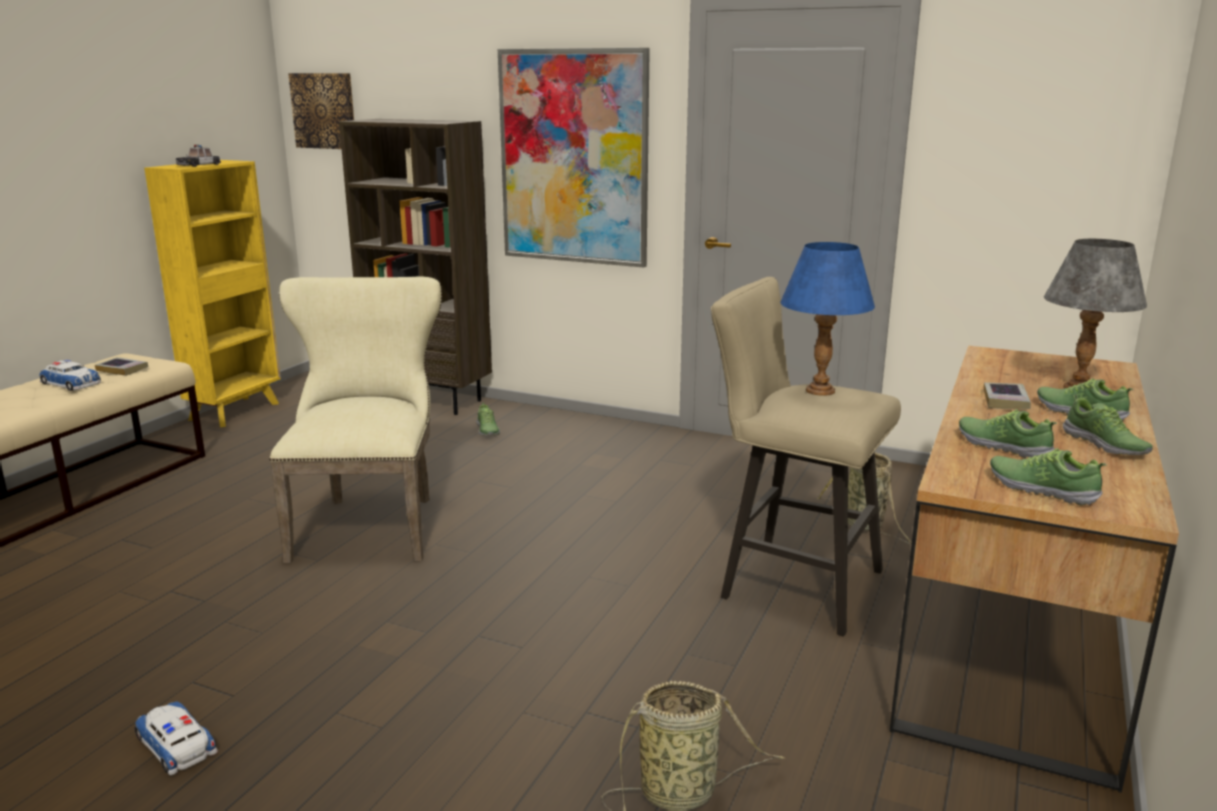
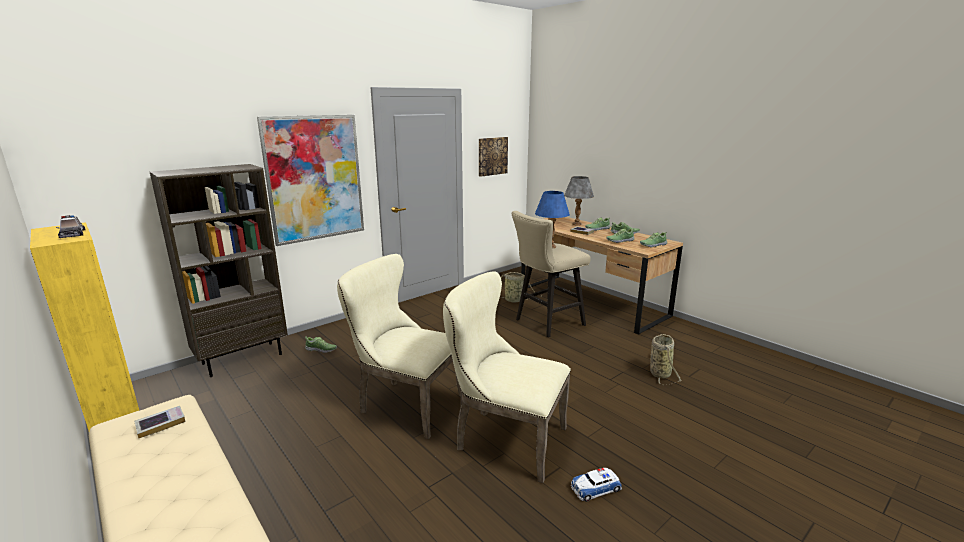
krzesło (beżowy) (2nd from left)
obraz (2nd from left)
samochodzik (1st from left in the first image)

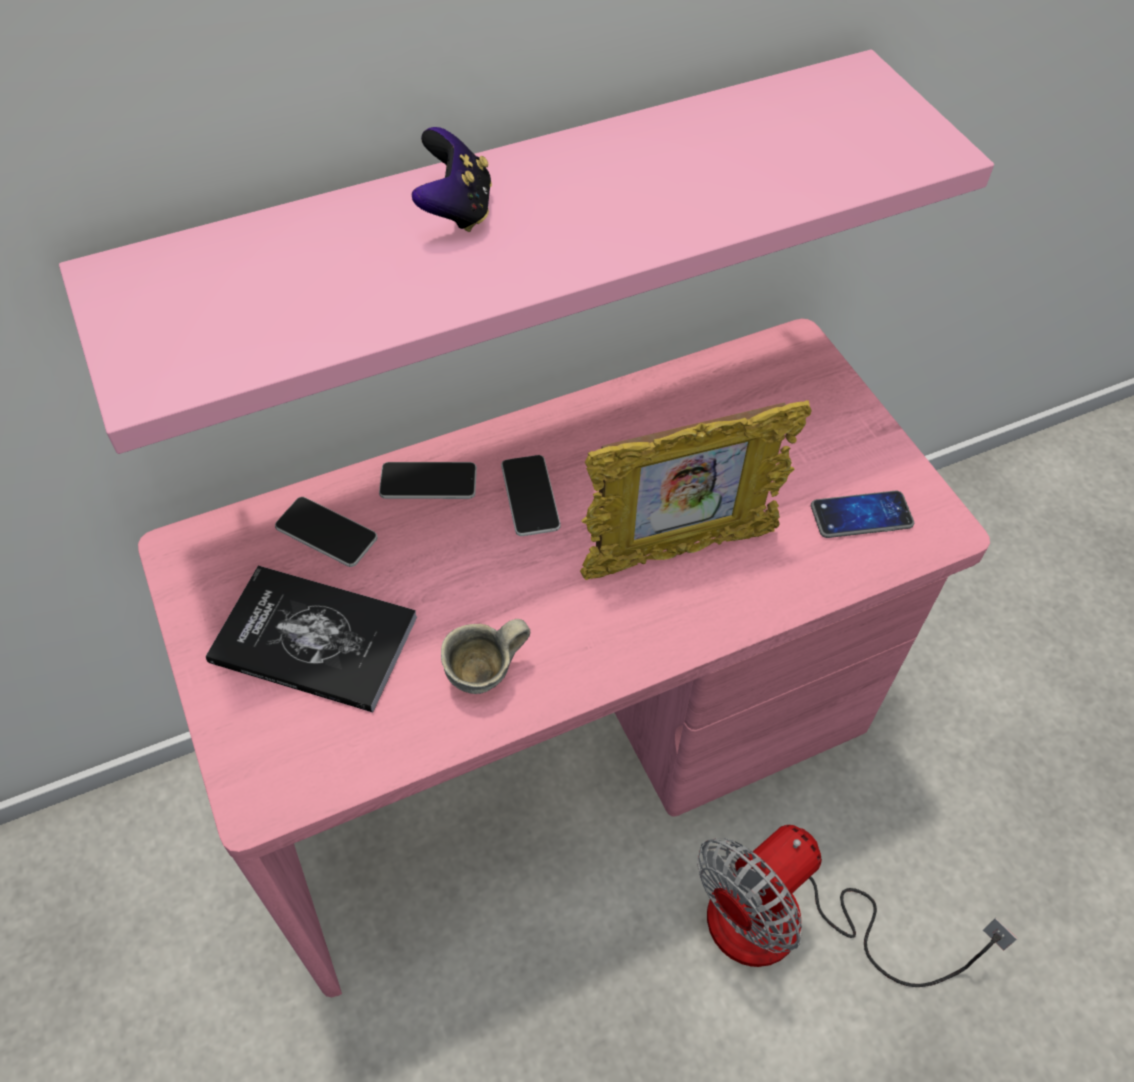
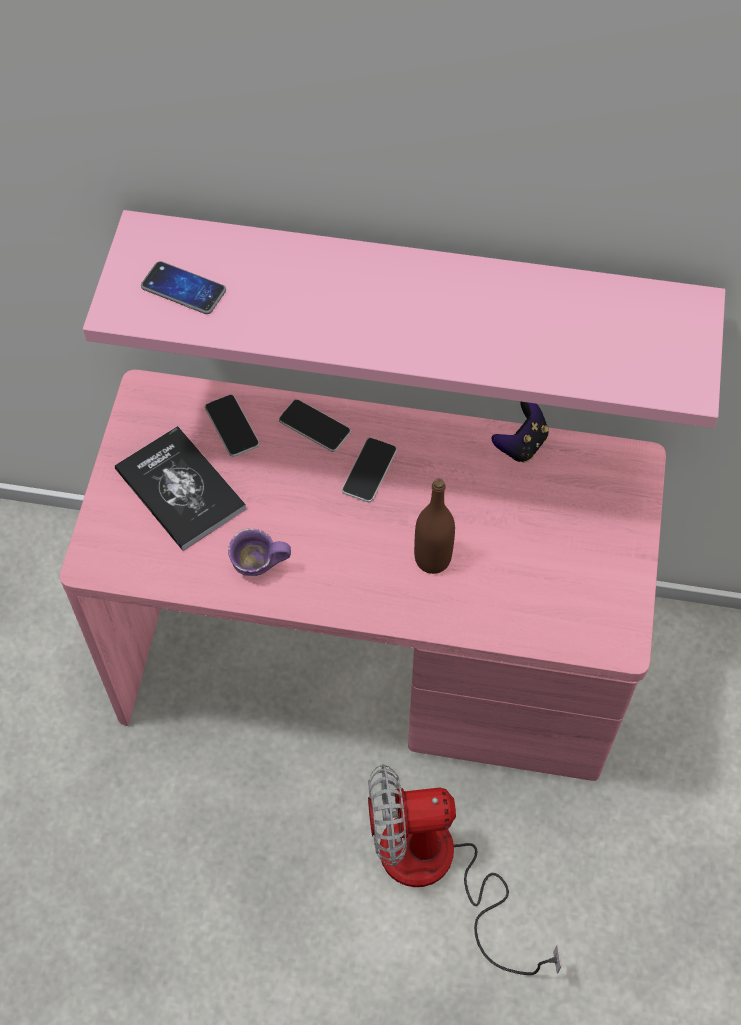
telefon (1st from left)
kubek (fioletowy)
butelka (brązowy)
pad do gier

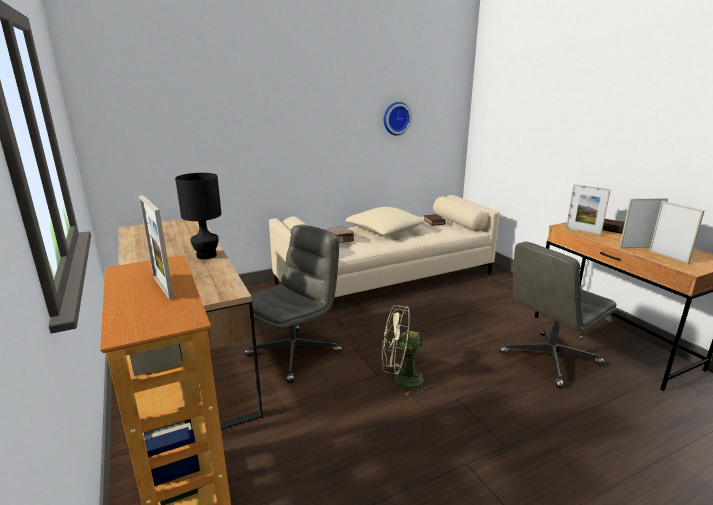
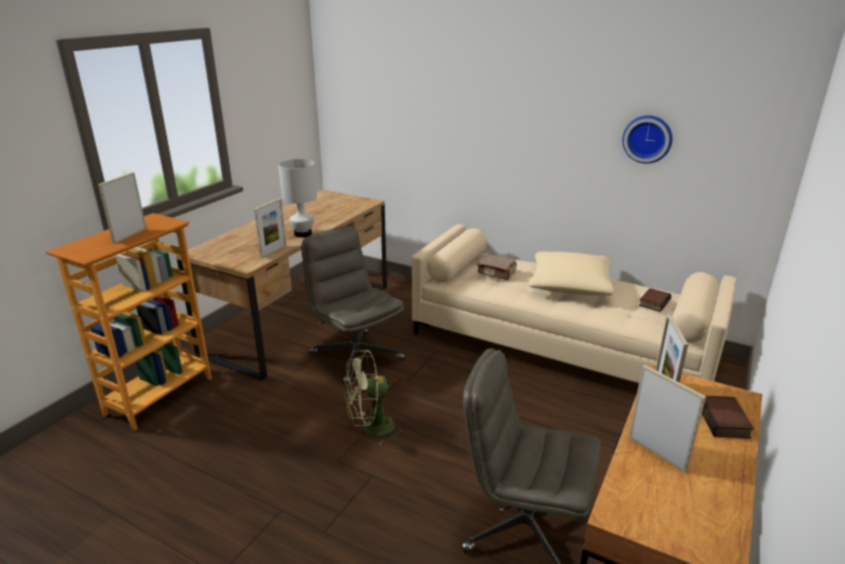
ramka na zdjęcie (2nd from left)
lampa stołowa (biały)
krzesło biurowe (szary) (1st from left)
wentylator (zielony)

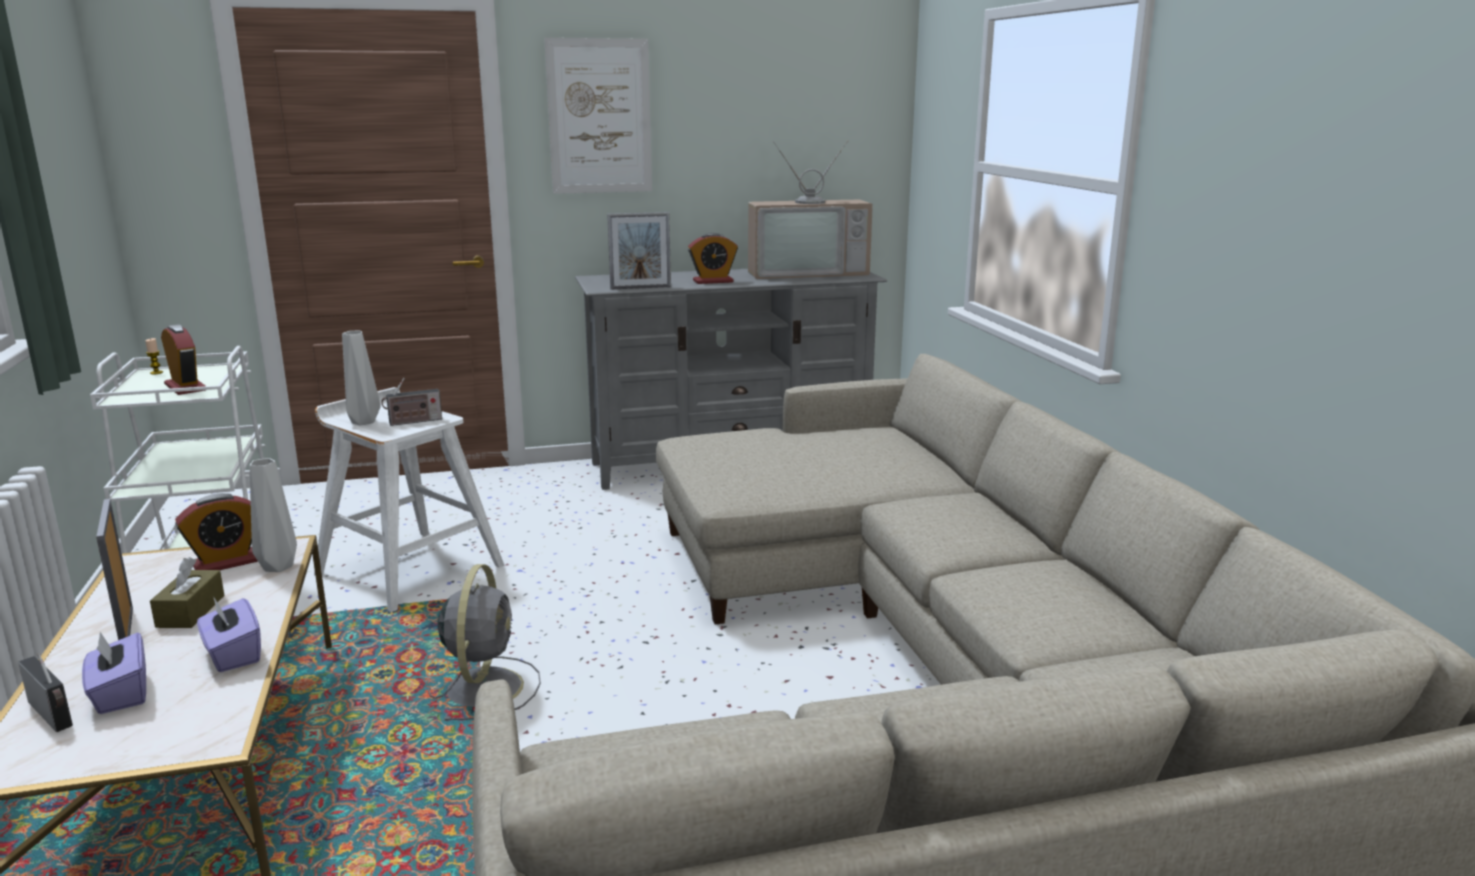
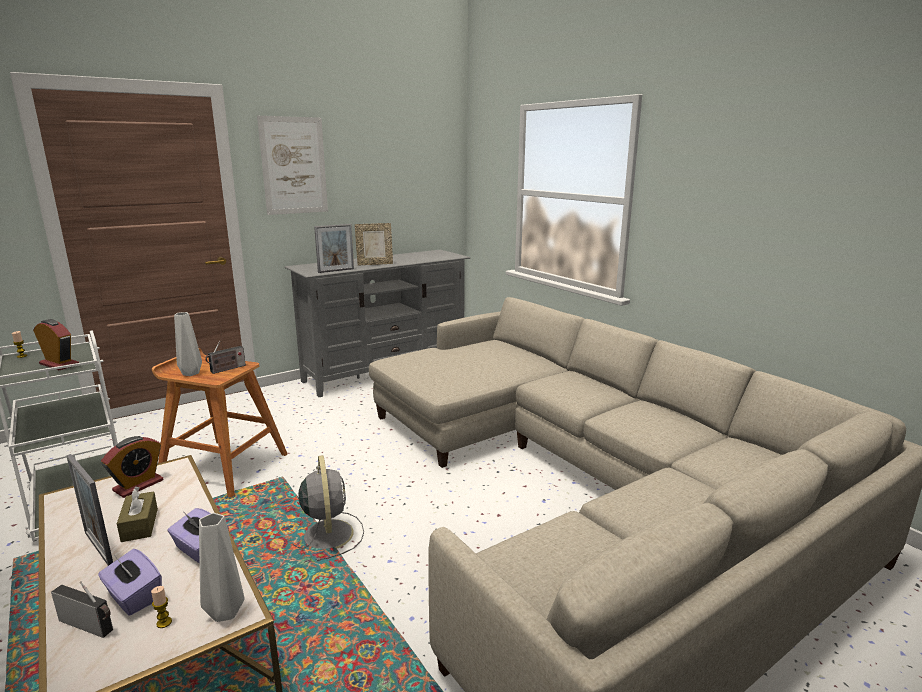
świeca (2nd from left)
stołek (brązowy)
wazon (szary) (2nd from left)
ramka na zdjęcie (3rd from left)
telewizor

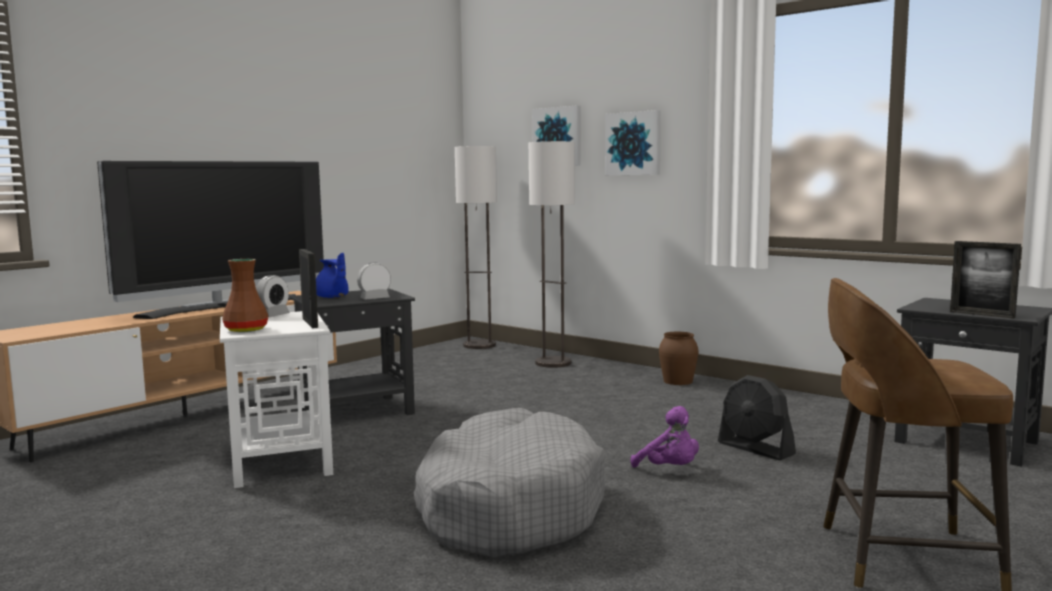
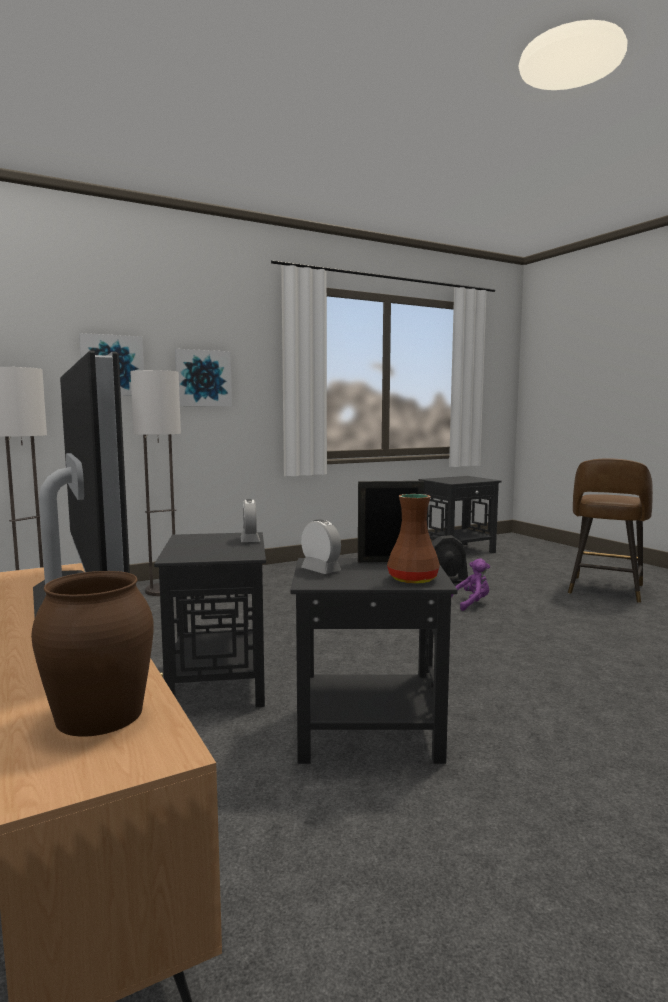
wazon (brązowy) (1st from left)
stolik (czarny) (2nd from left)
imbryk (niebieski)
legowisko (szary)
ramka na zdjęcie (2nd from left in the first image)

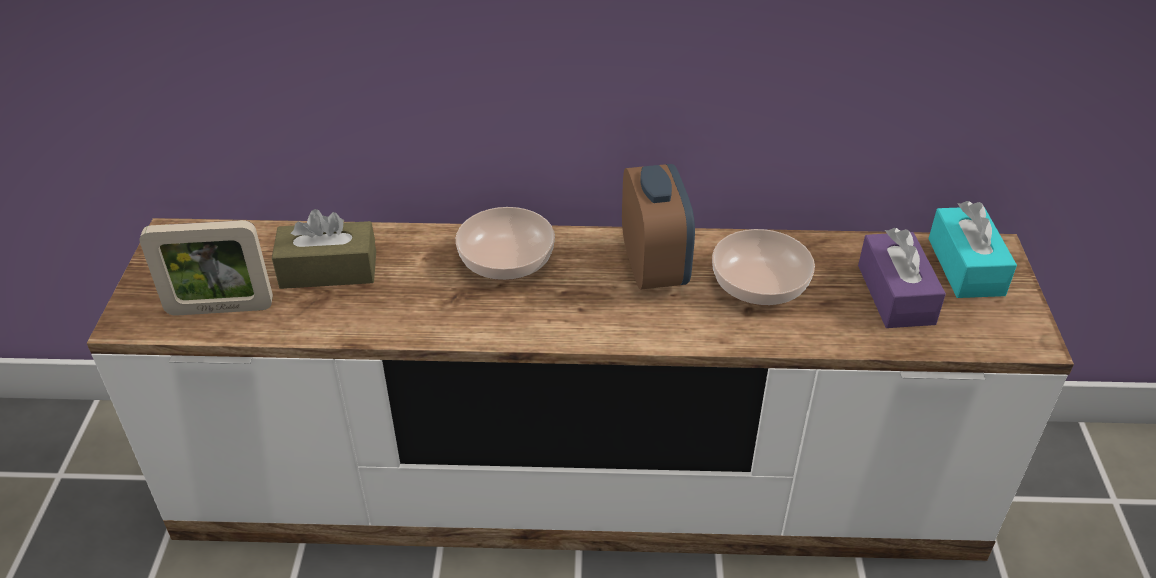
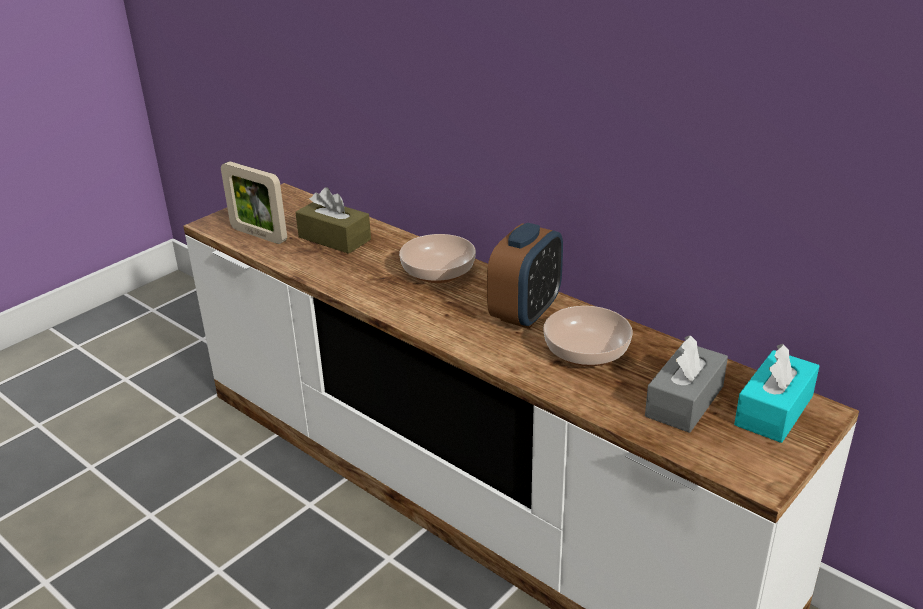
pudełko chusteczek (szary)

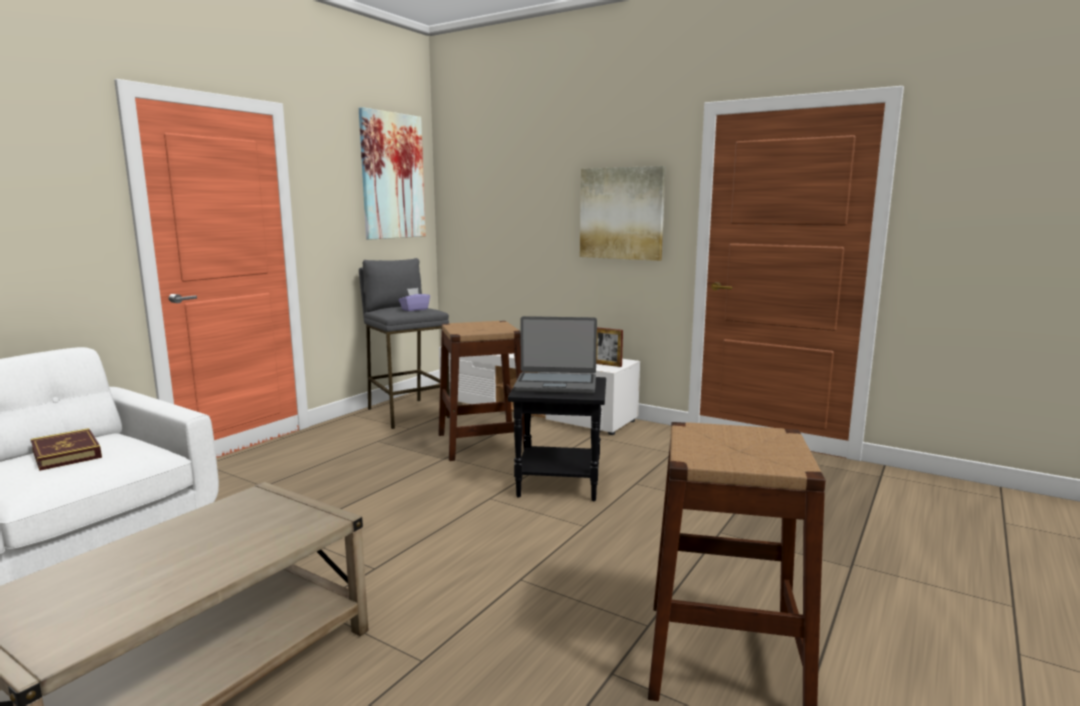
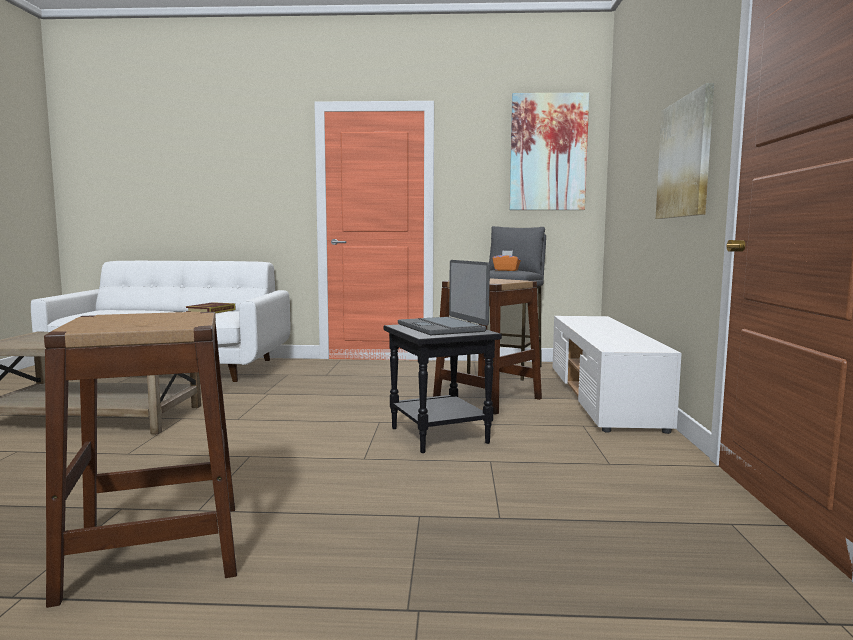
pudełko chusteczek (pomarańczowy)
ramka na zdjęcie

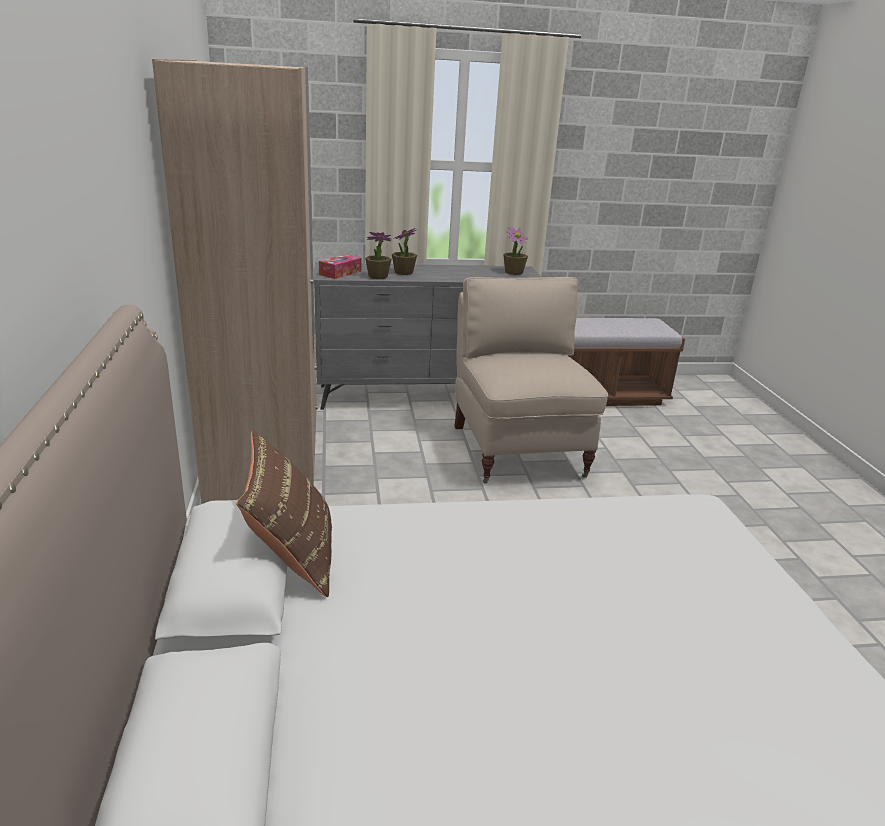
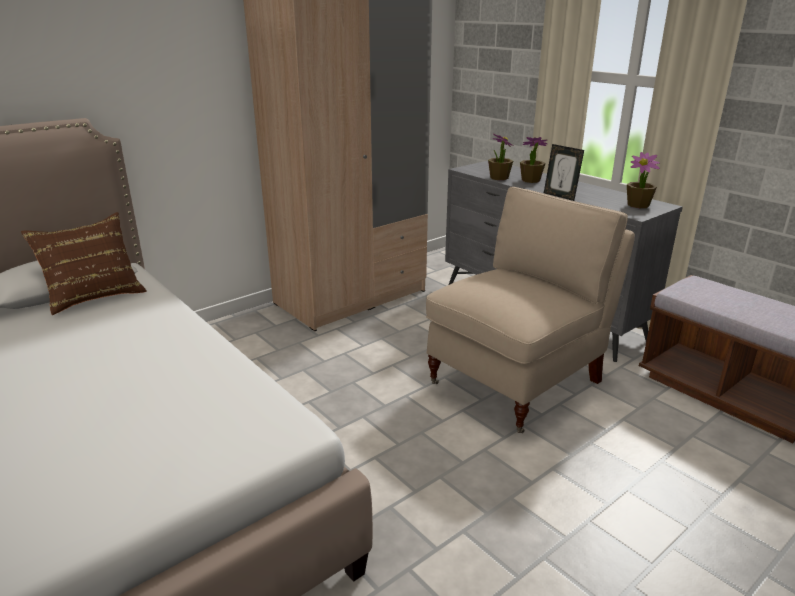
ramka na zdjęcie
pudełko chusteczek

